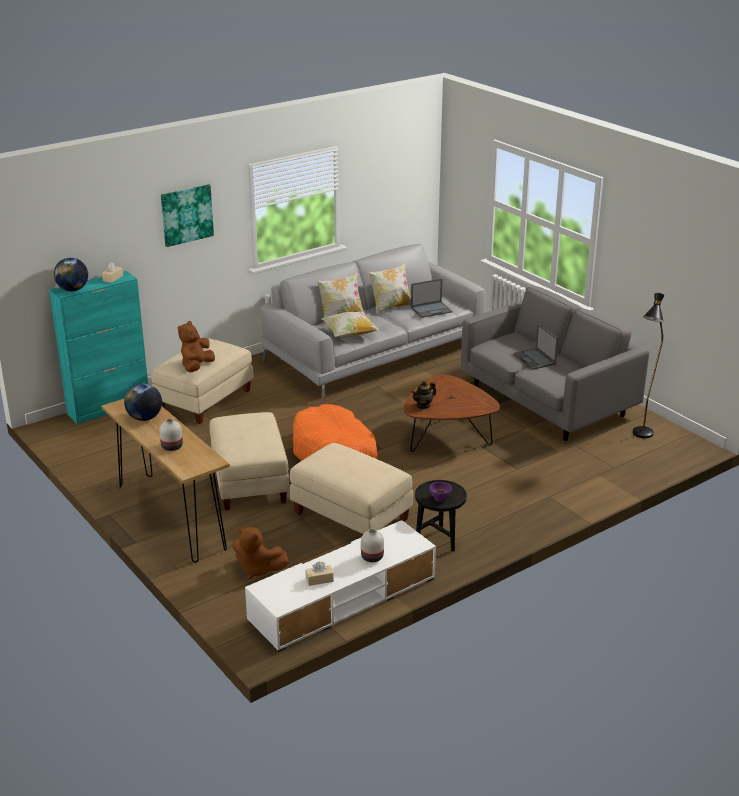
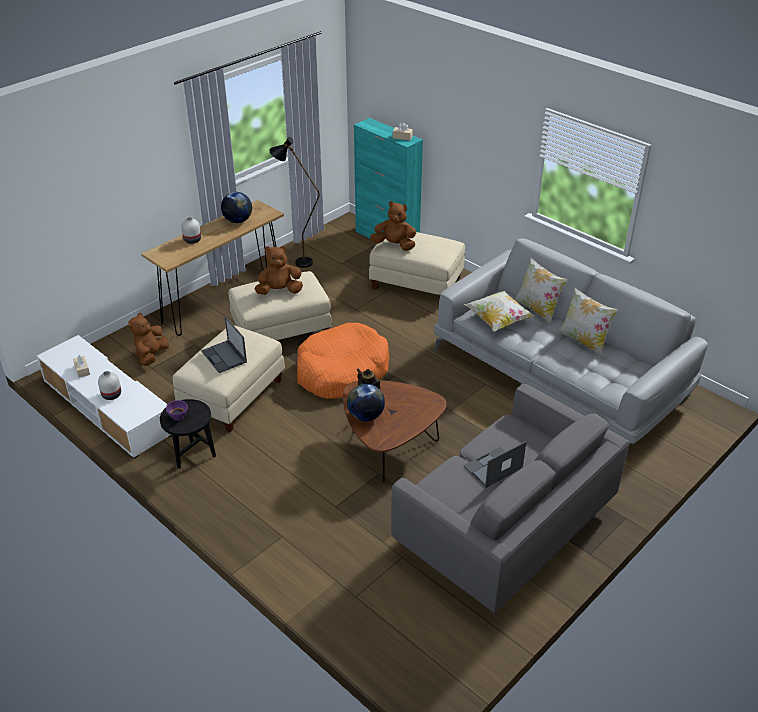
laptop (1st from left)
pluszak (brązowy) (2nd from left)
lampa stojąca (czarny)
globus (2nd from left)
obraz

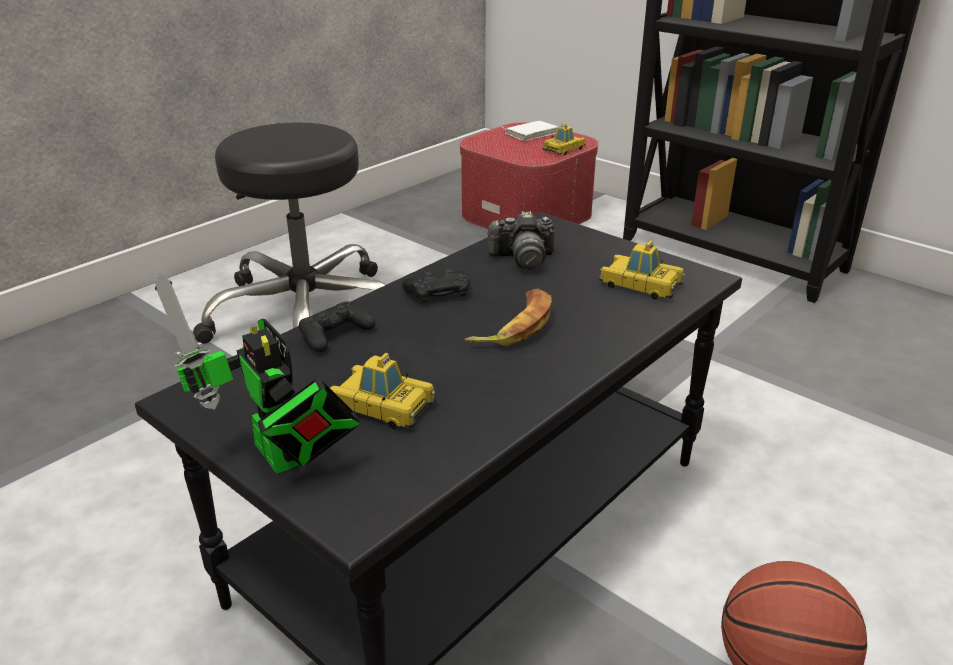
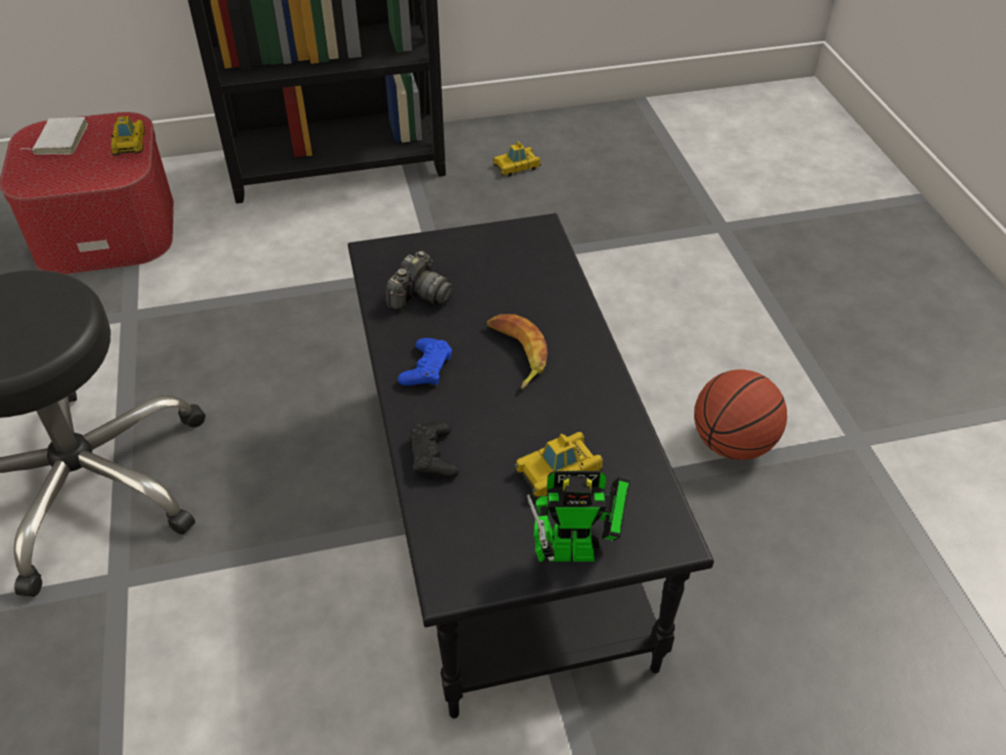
pad do gier (niebieski)
samochodzik (2nd from left)

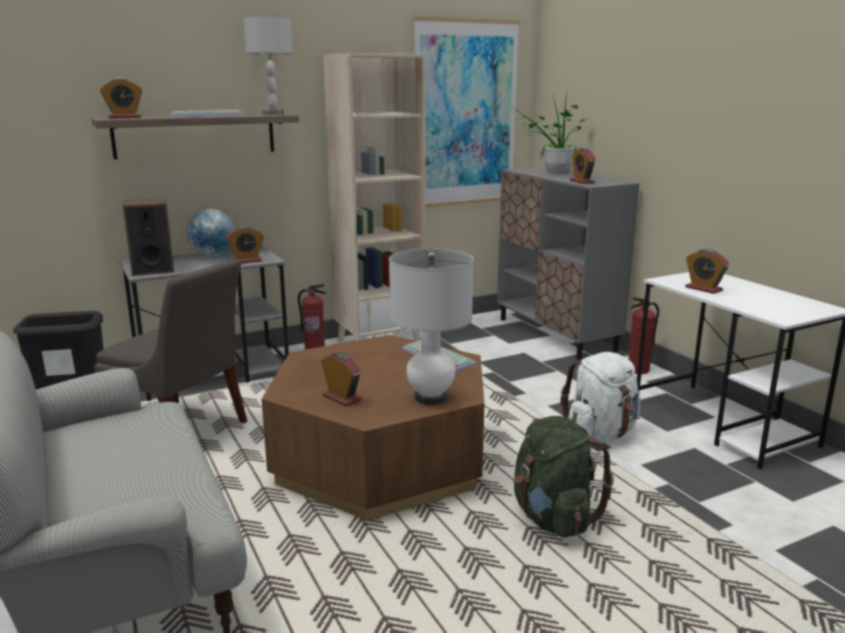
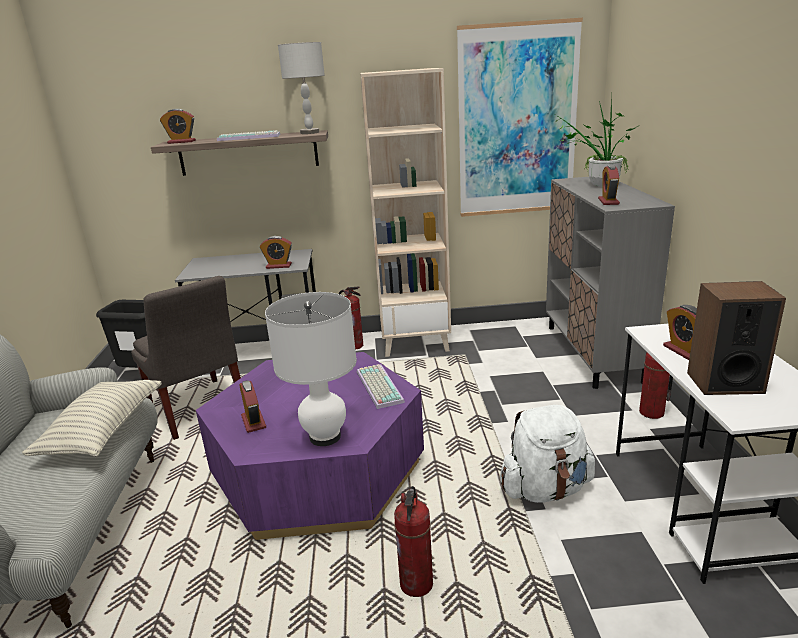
poduszka
ława (fioletowy)
gaśnica (2nd from left)
głośnik
globus

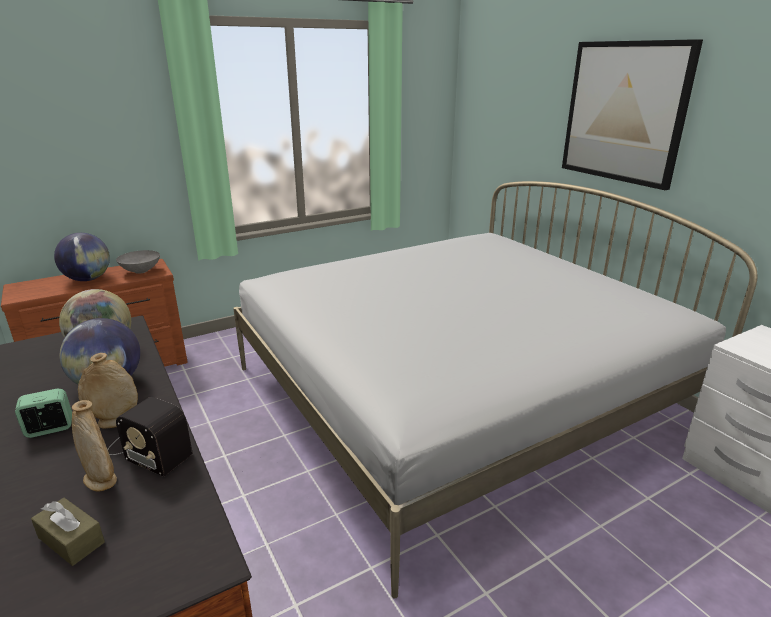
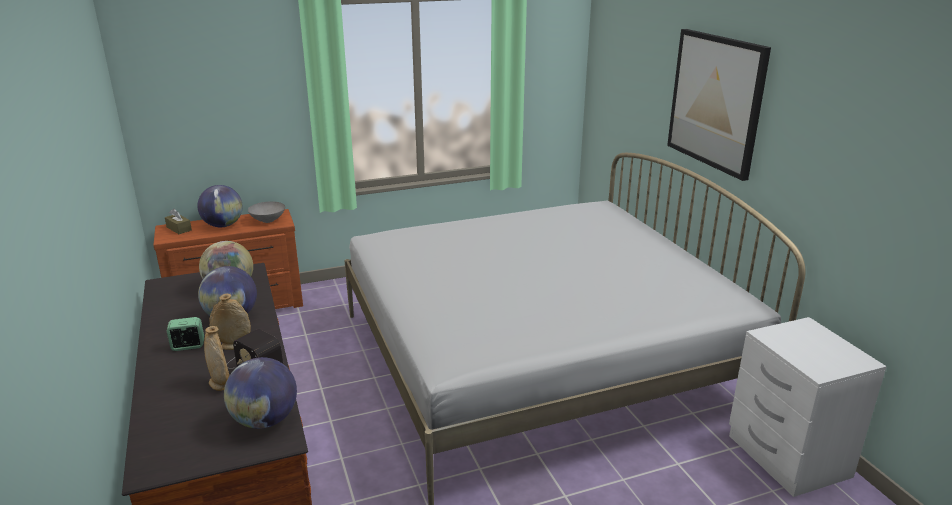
pudełko chusteczek (brązowy)
globus (4th from left)

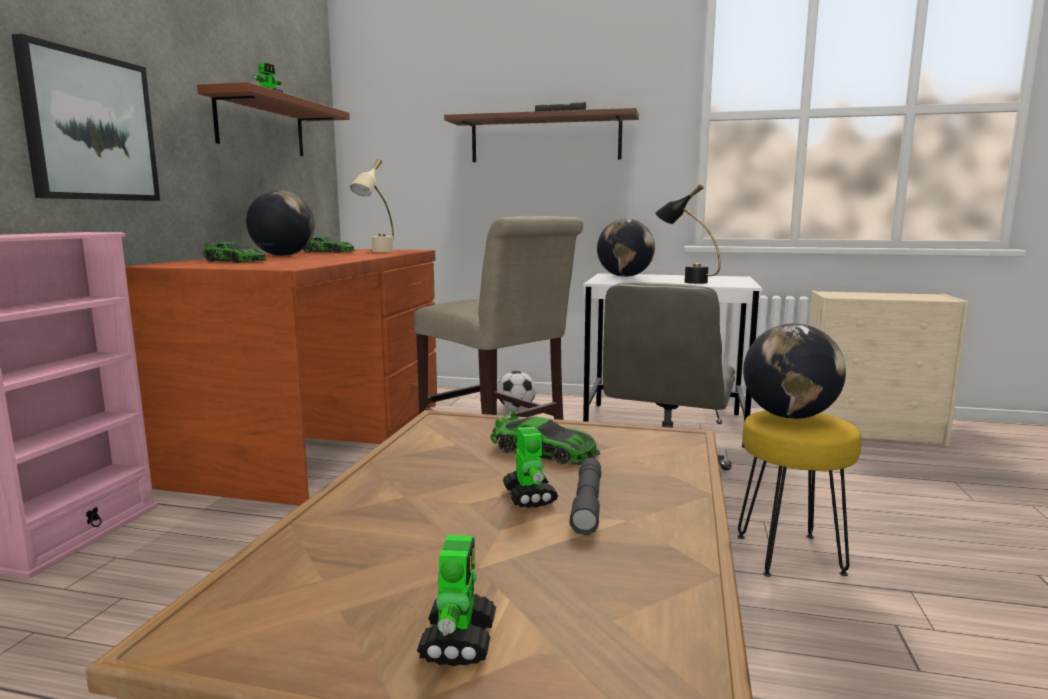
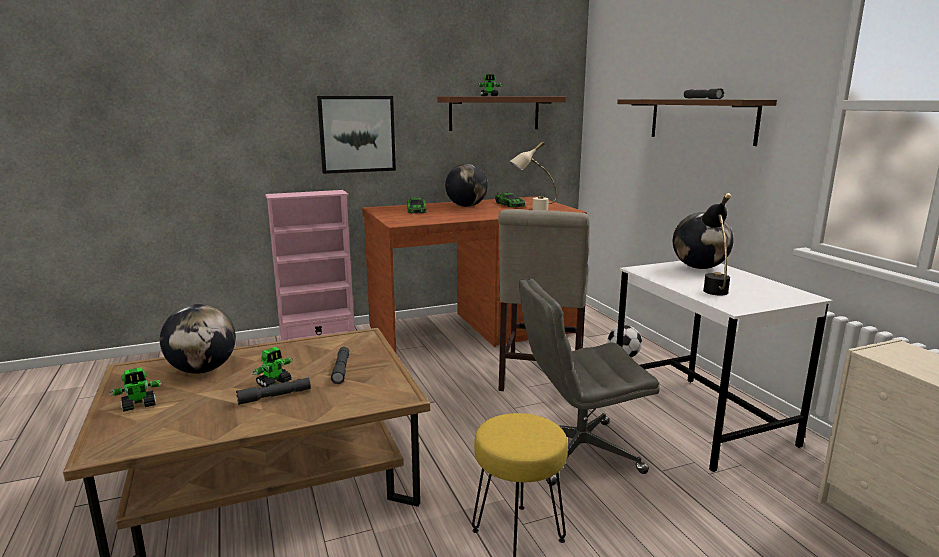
globus (1st from left)
latarka (szary) (2nd from left)

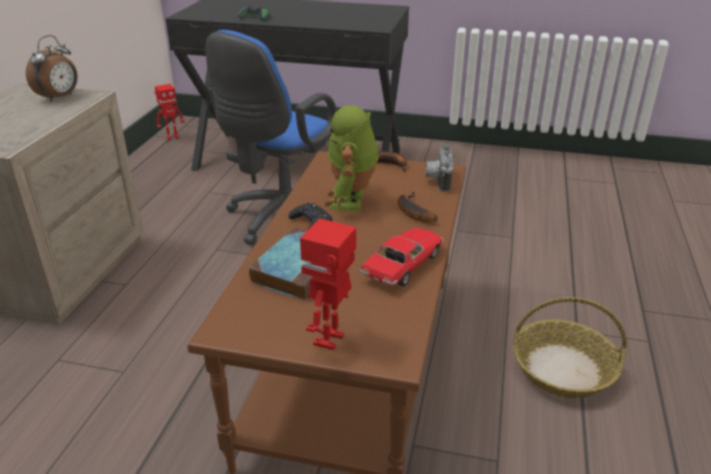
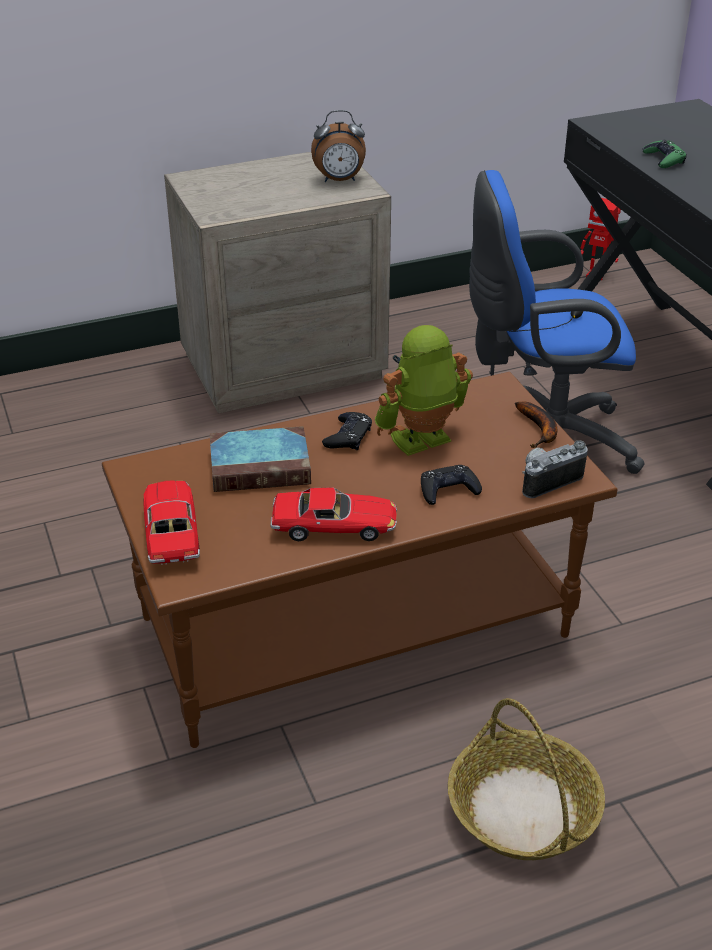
samochodzik (1st from left)
pad do gier (czarny) (2nd from left)

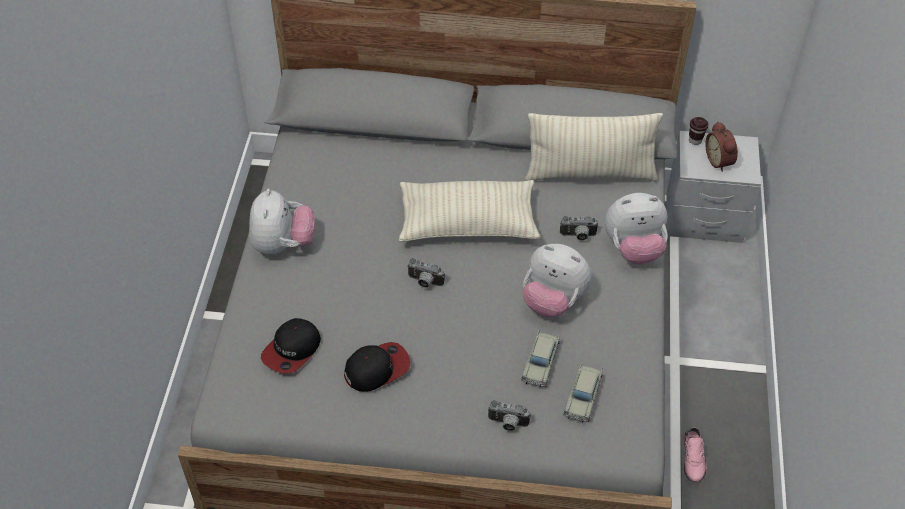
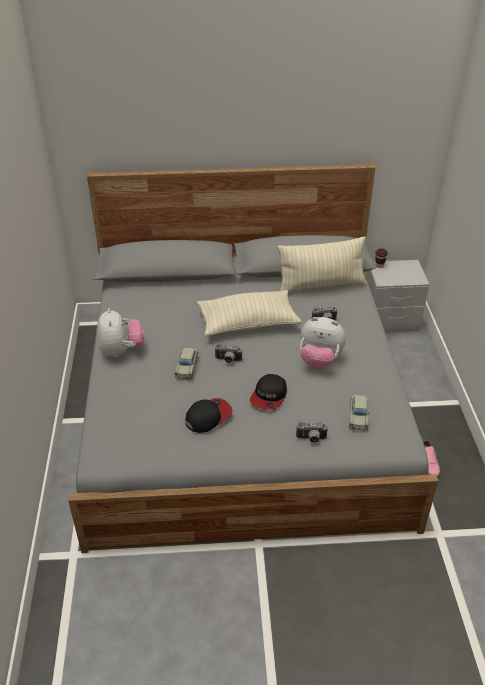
samochodzik (beżowy) (1st from left)
czapka z daszkiem (2nd from left)
pluszak (3rd from left in the first image)
budzik

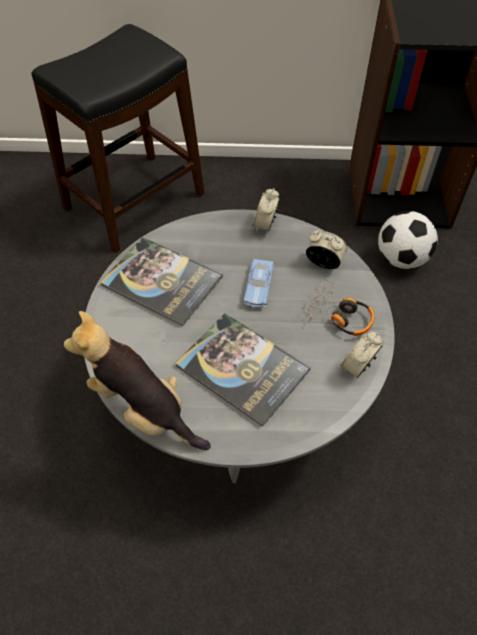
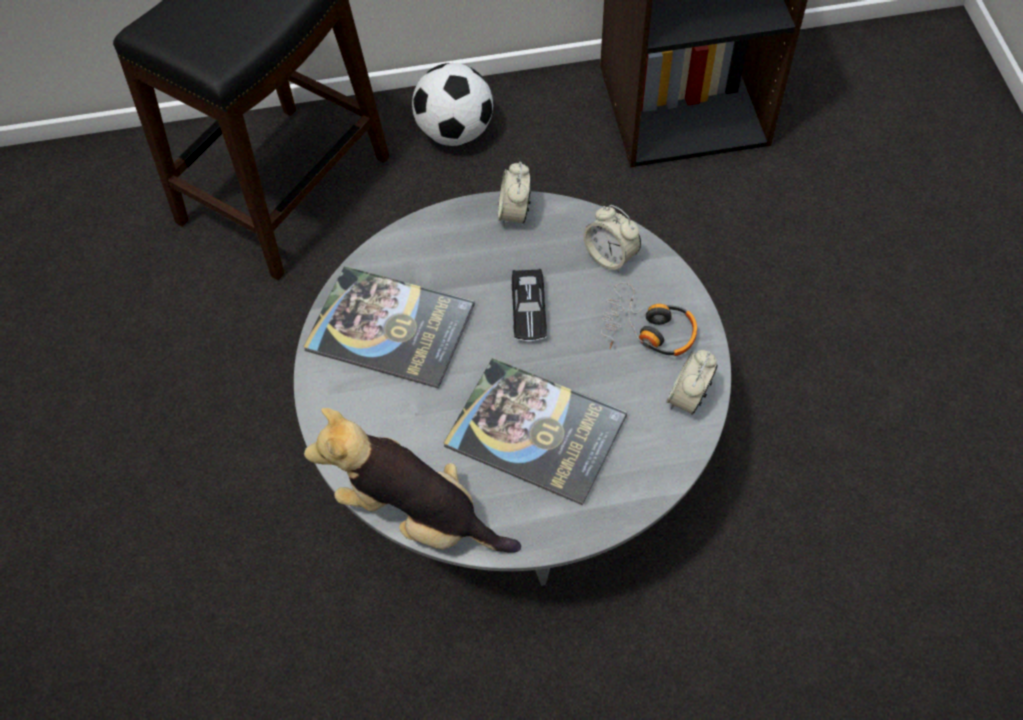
piłka futbolowa
samochodzik (czarny)
budzik (2nd from left)

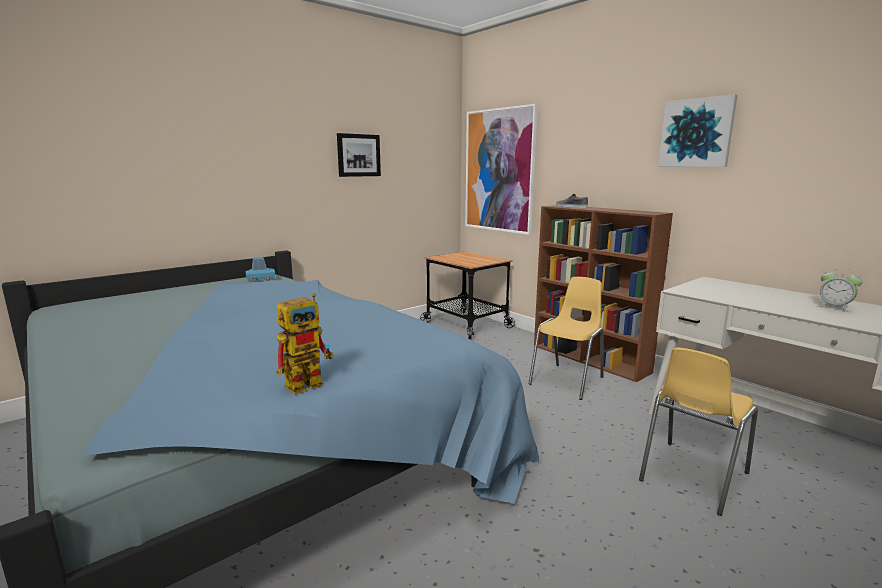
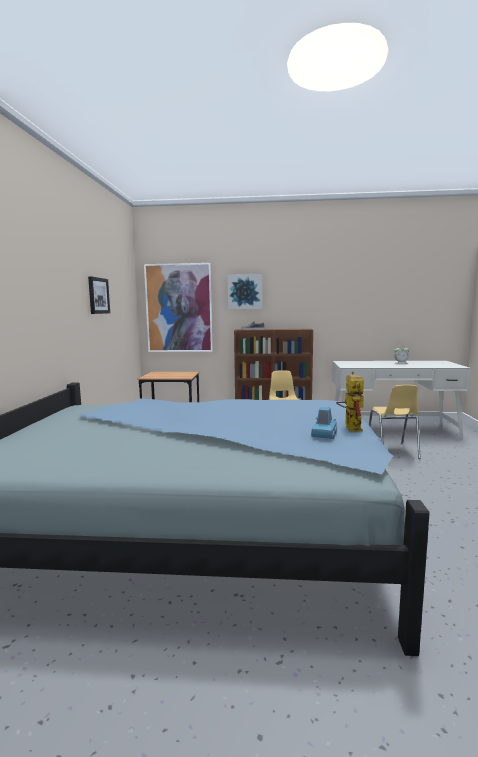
obraz (3rd from left)
samochodzik (niebieski)

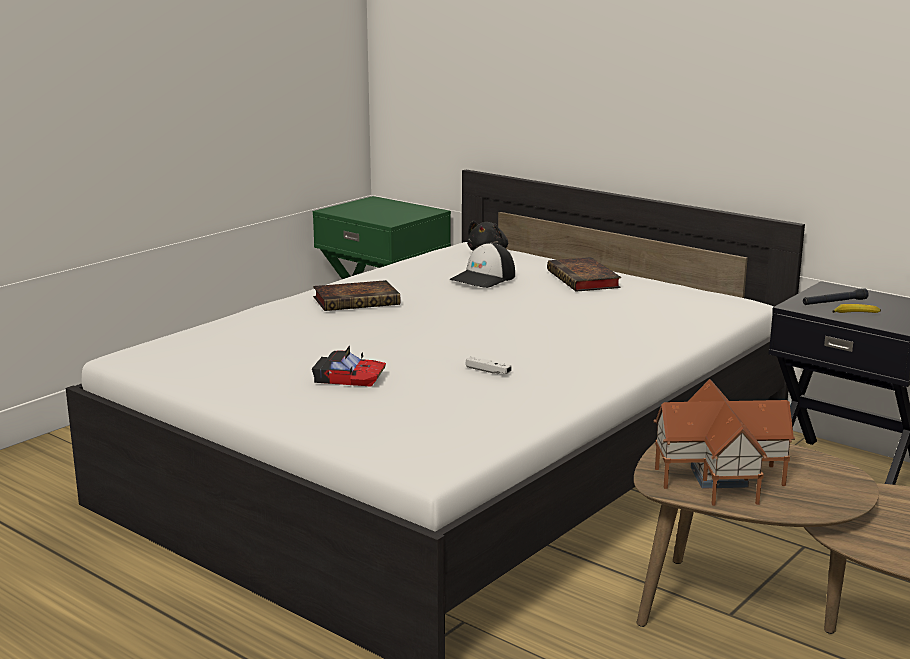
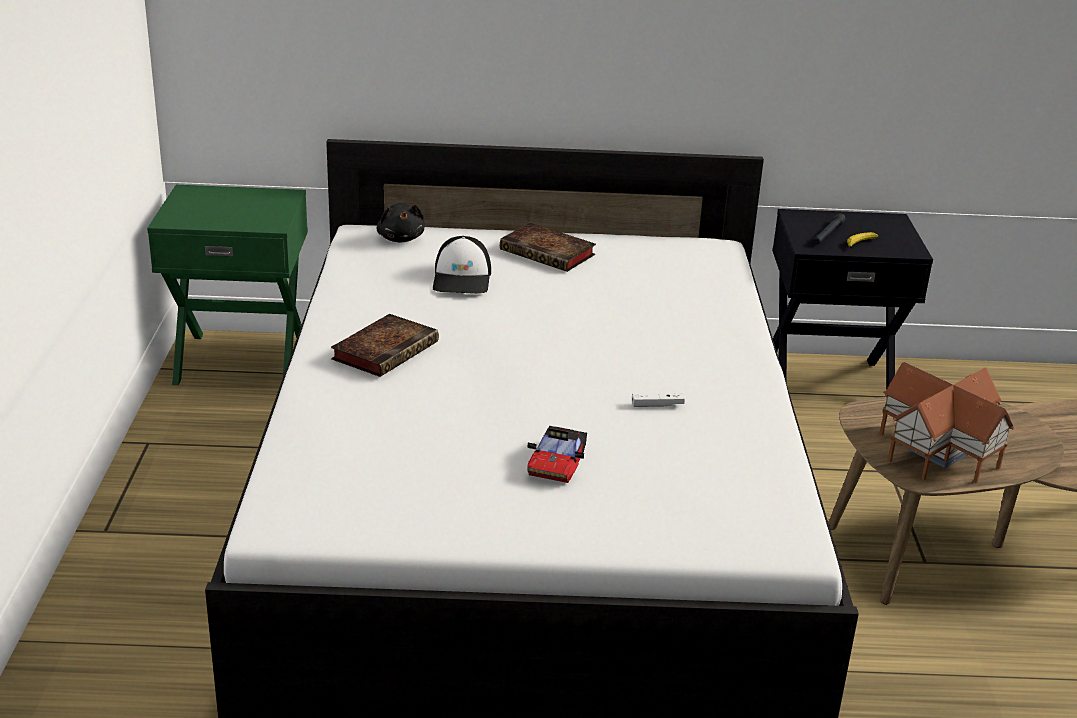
samochodzik

